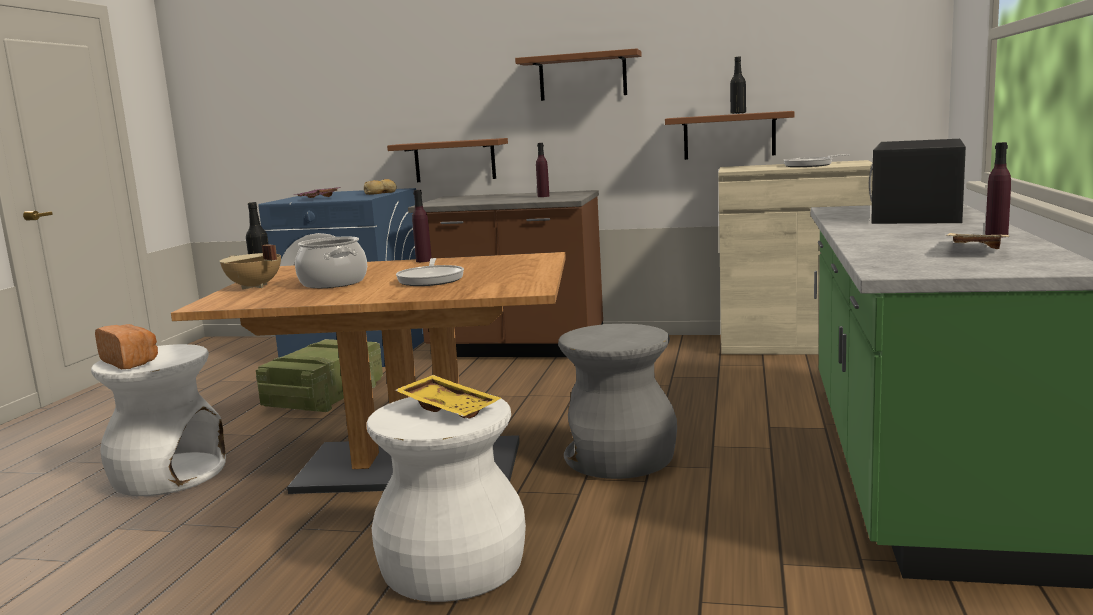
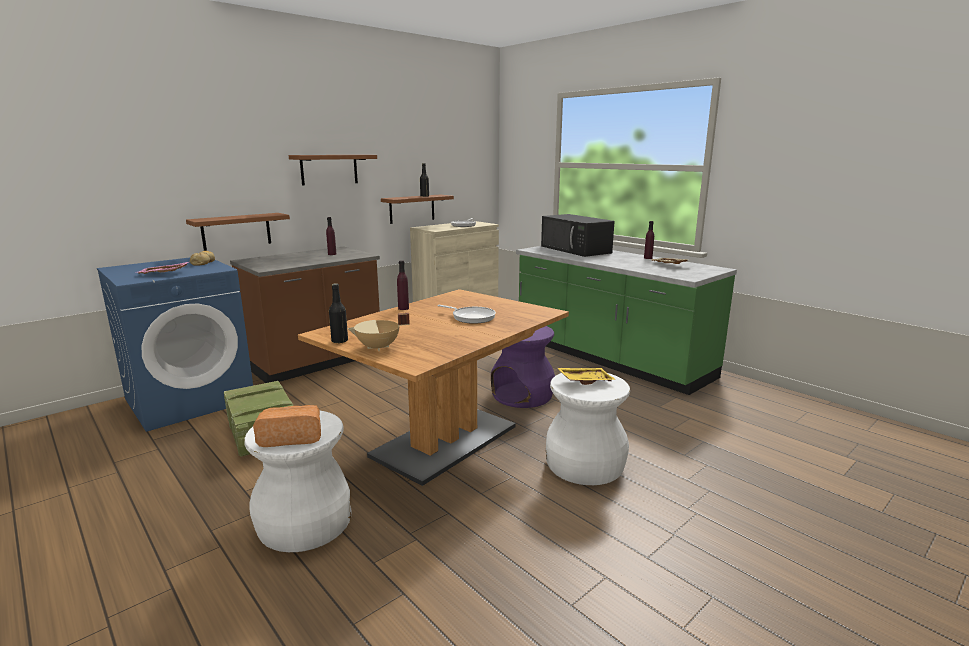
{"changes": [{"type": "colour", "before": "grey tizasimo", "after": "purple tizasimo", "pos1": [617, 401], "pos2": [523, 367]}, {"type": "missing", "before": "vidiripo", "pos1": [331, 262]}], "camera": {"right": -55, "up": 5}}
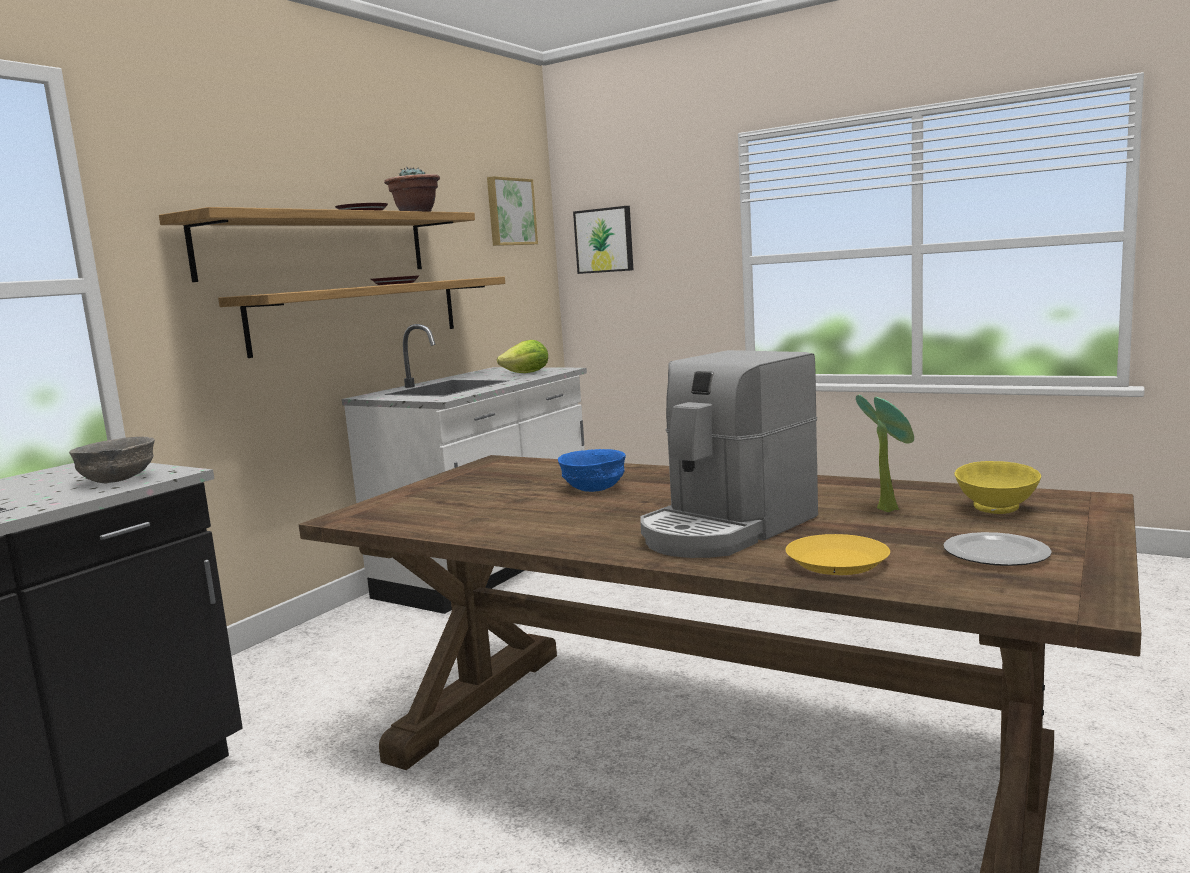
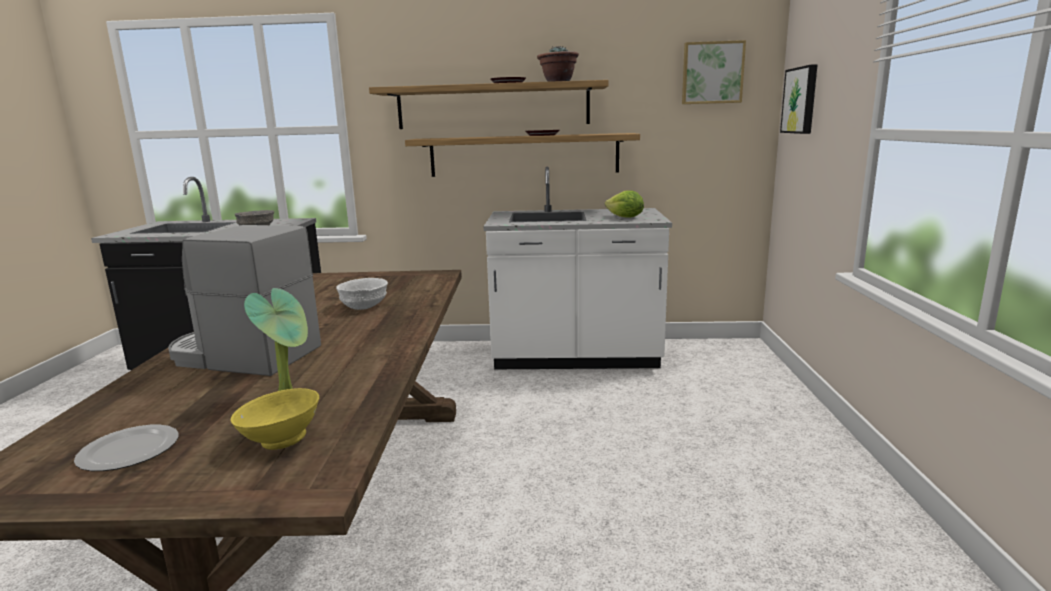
{"changes": [{"type": "colour", "before": "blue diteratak", "after": "white diteratak", "pos1": [592, 470], "pos2": [362, 294]}, {"type": "missing", "before": "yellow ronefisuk", "pos1": [837, 554]}], "camera": {"right": 60, "up": 5}}
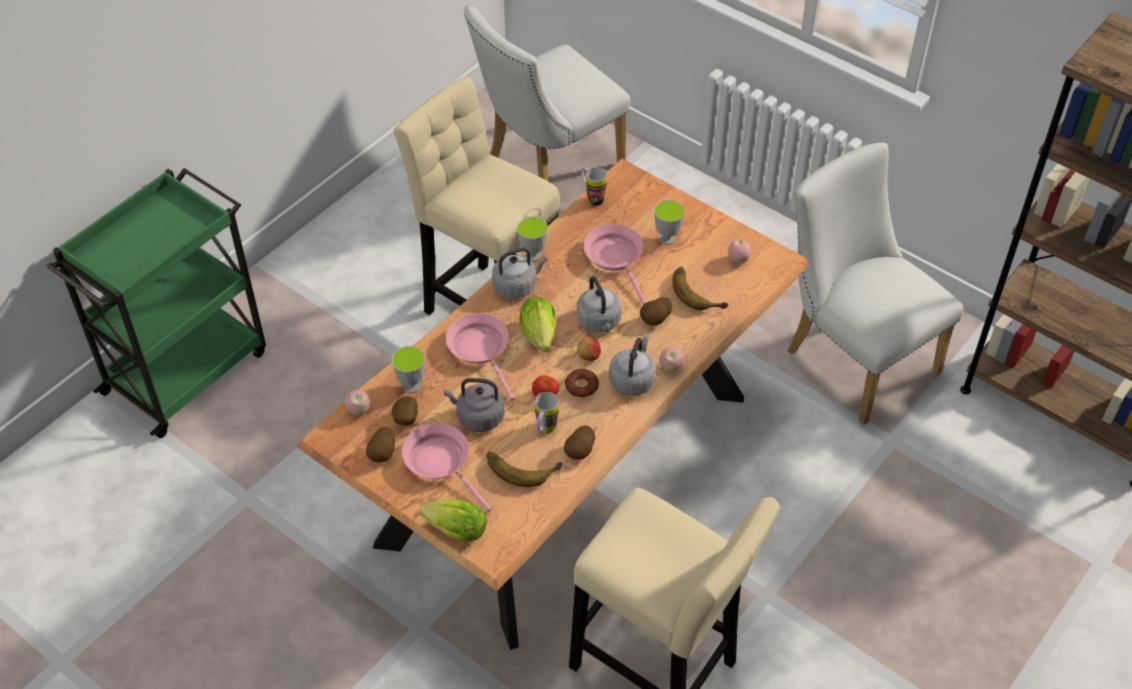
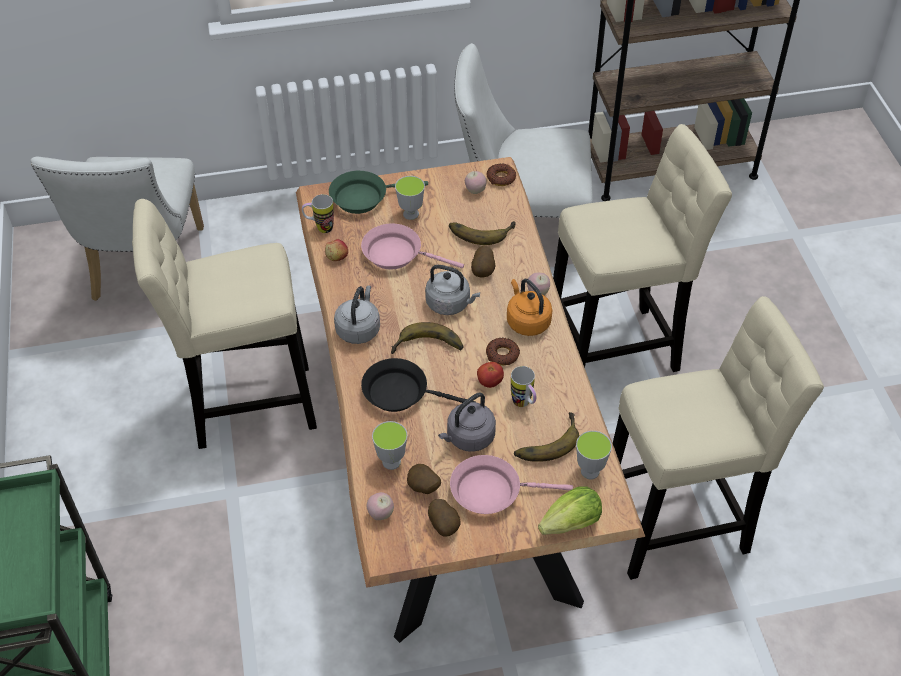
{"changes": [{"type": "relocated", "before": "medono", "pos1": [589, 349], "pos2": [336, 250]}, {"type": "appeared", "after": "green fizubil", "pos2": [378, 192]}, {"type": "colour", "before": "pink fizubil", "after": "black fizubil", "pos1": [480, 357], "pos2": [418, 385]}, {"type": "exchanged", "before": "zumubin", "after": "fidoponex", "pos1": [537, 324], "pos2": [427, 338]}, {"type": "appeared", "after": "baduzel", "pos2": [501, 174]}, {"type": "colour", "before": "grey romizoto", "after": "orange romizoto", "pos1": [632, 366], "pos2": [529, 307]}, {"type": "appeared", "after": "beige tizasimo", "pos2": [642, 248]}, {"type": "relocated", "before": "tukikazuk", "pos1": [532, 239], "pos2": [594, 455]}, {"type": "missing", "before": "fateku", "pos1": [579, 442]}], "camera": {"right": -50, "up": 0}}
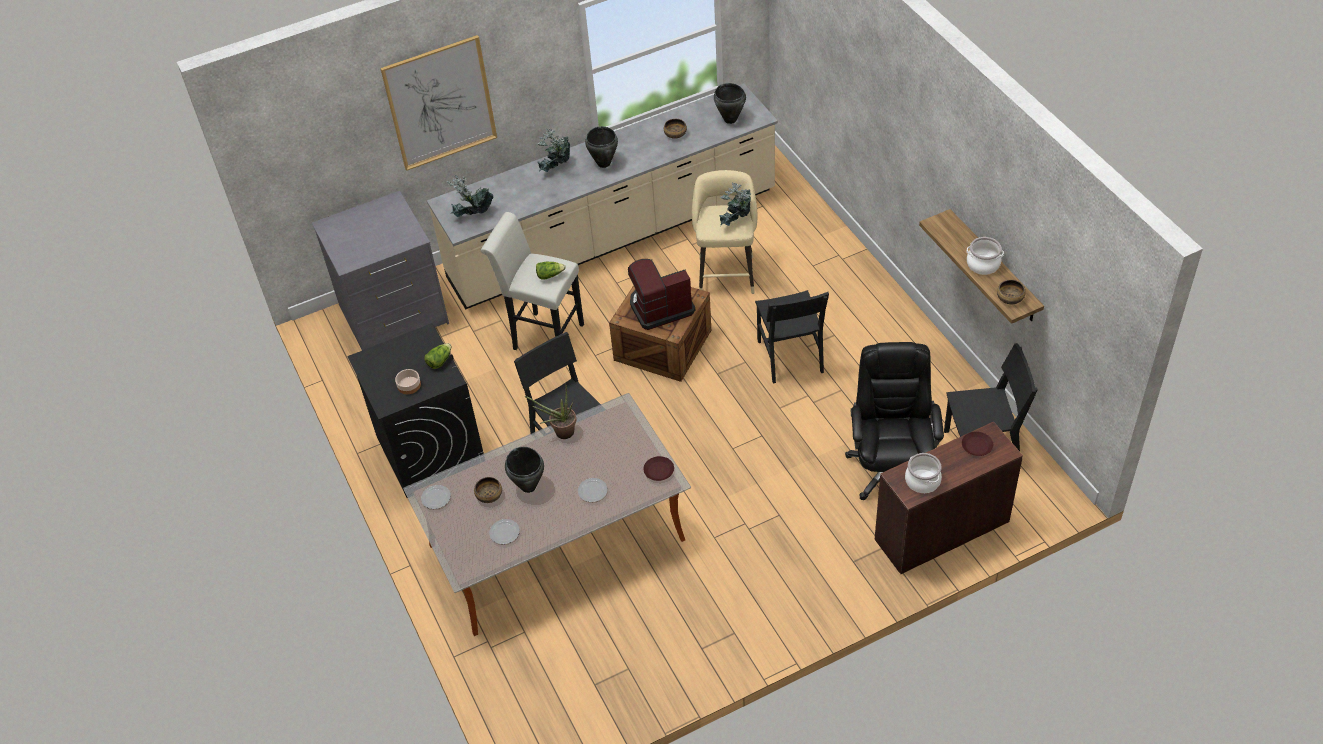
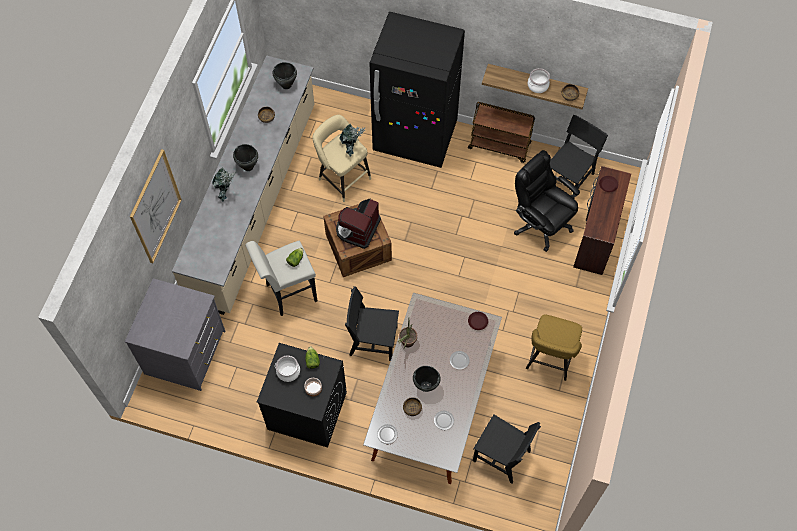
{"changes": [{"type": "relocated", "before": "vidiripo", "pos1": [923, 473], "pos2": [287, 368]}, {"type": "appeared", "after": "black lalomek", "pos2": [417, 90]}, {"type": "appeared", "after": "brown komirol", "pos2": [501, 132]}, {"type": "relocated", "before": "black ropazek", "pos1": [792, 336], "pos2": [507, 449]}, {"type": "appeared", "after": "yellow tizasimo", "pos2": [554, 348]}, {"type": "missing", "before": "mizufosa", "pos1": [470, 196]}], "camera": {"right": -50, "up": 15}}
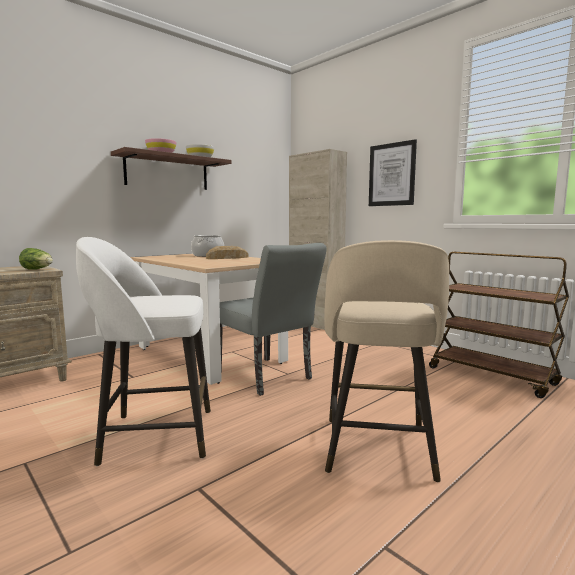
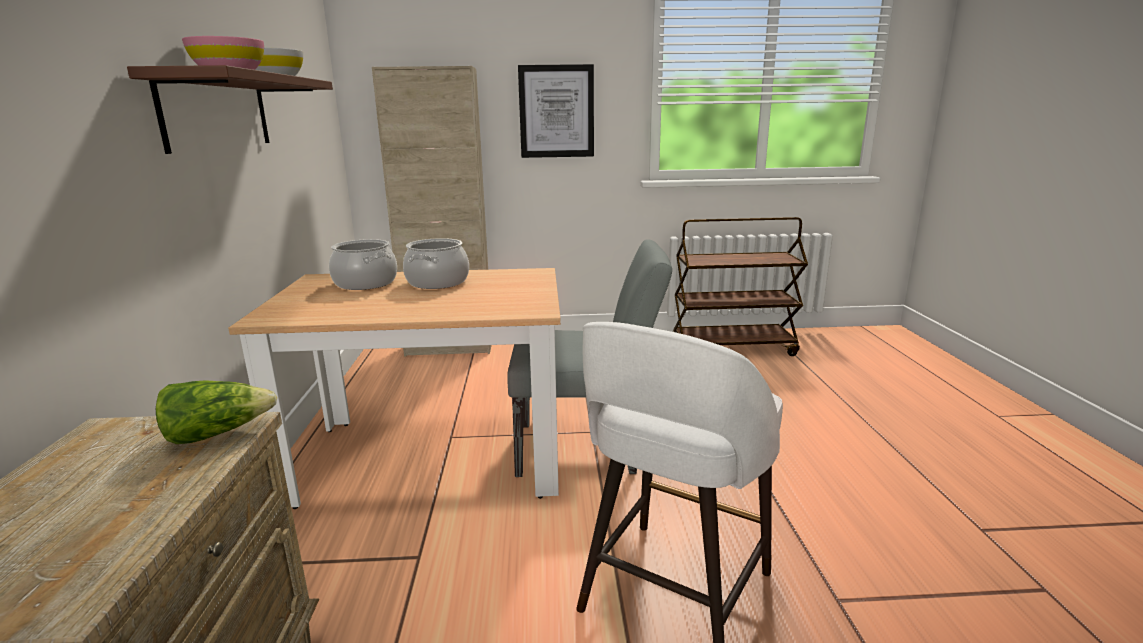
{"changes": [{"type": "exchanged", "before": "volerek", "after": "vidiripo", "pos1": [227, 252], "pos2": [436, 263]}, {"type": "missing", "before": "beige tizasimo", "pos1": [386, 361]}], "camera": {"right": -50, "up": 10}}
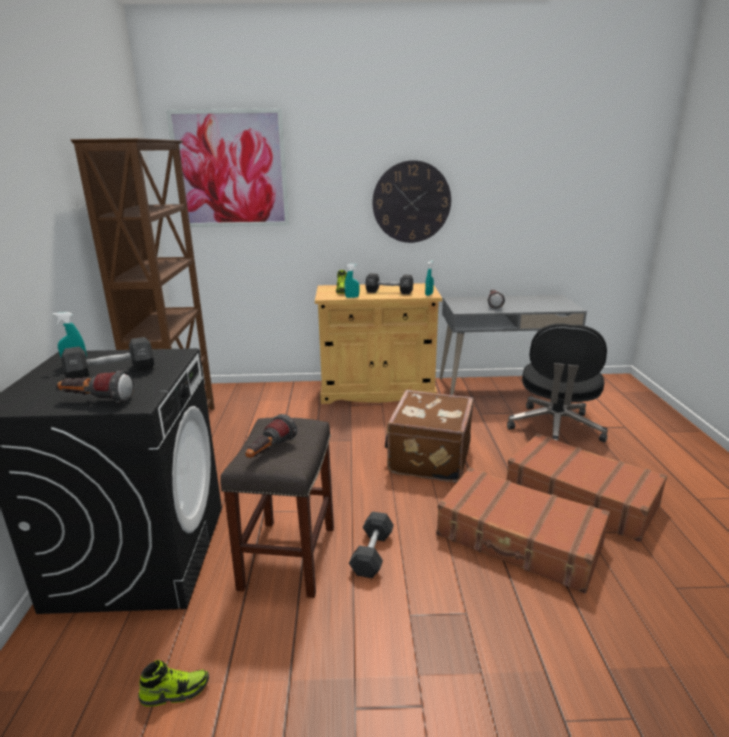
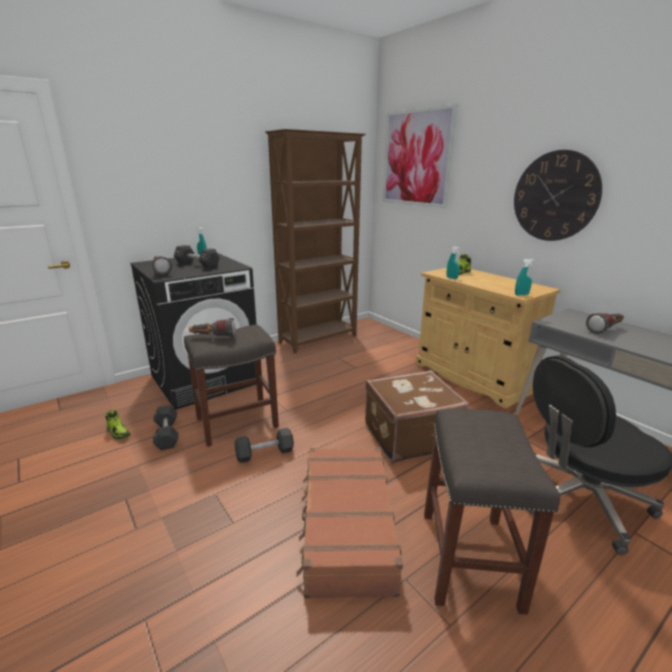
{"changes": [{"type": "relocated", "before": "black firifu", "pos1": [389, 283], "pos2": [166, 427]}, {"type": "exchanged", "before": "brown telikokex", "after": "grey tizasimo", "pos1": [587, 487], "pos2": [492, 512]}], "camera": {"right": 55, "up": 0}}
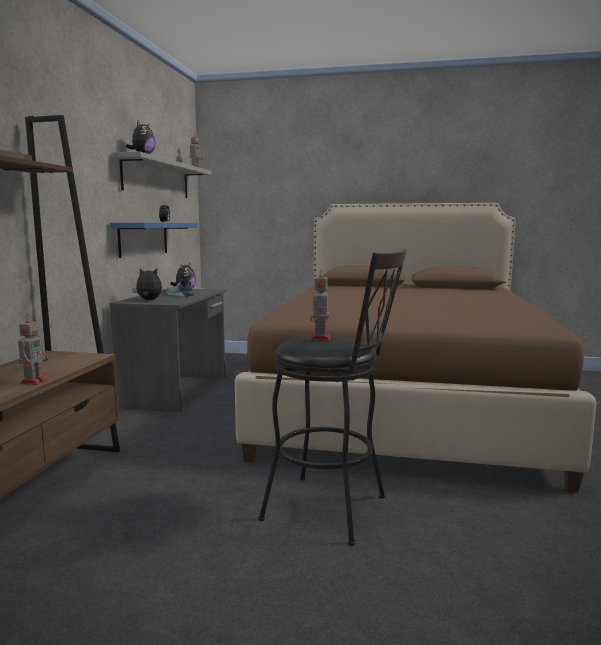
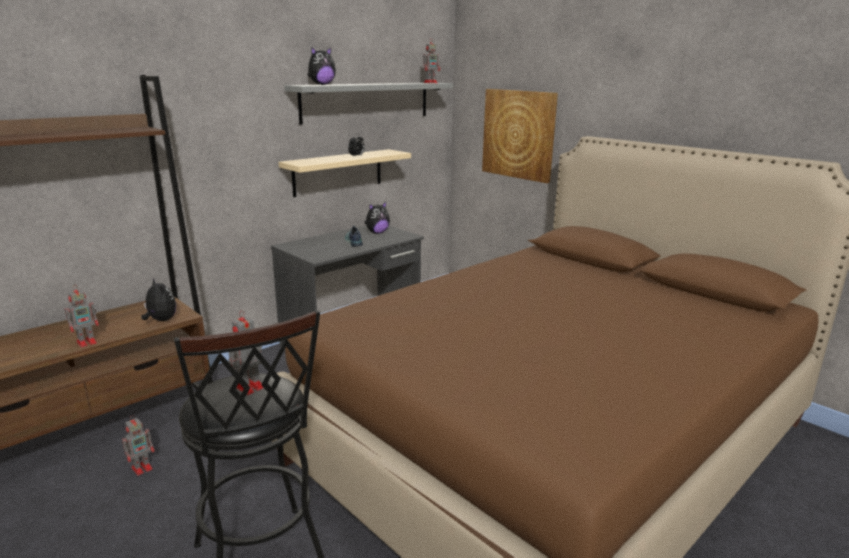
{"changes": [{"type": "appeared", "after": "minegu", "pos2": [138, 445]}, {"type": "relocated", "before": "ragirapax", "pos1": [147, 284], "pos2": [158, 299]}, {"type": "colour", "before": "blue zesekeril", "after": "beige zesekeril", "pos1": [154, 240], "pos2": [344, 173]}, {"type": "appeared", "after": "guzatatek", "pos2": [520, 136]}], "camera": {"right": 35, "up": 10}}
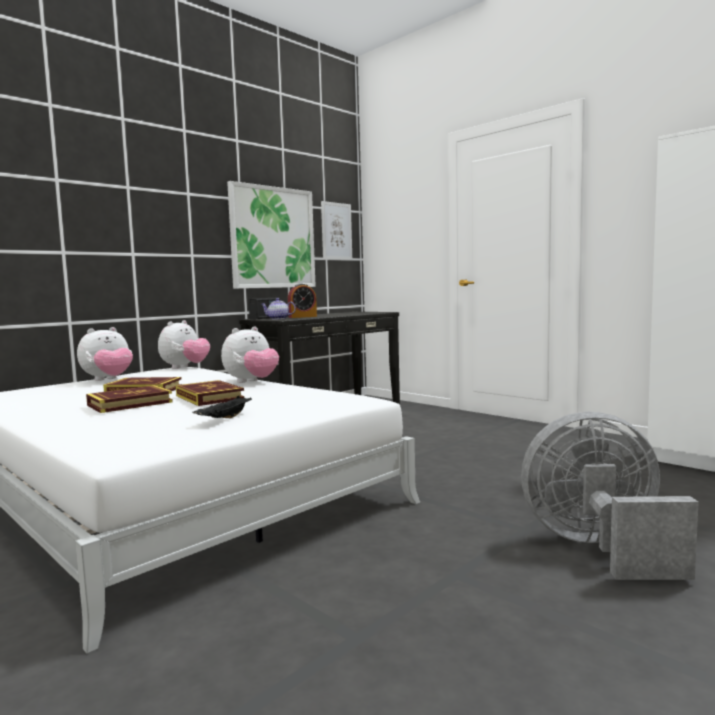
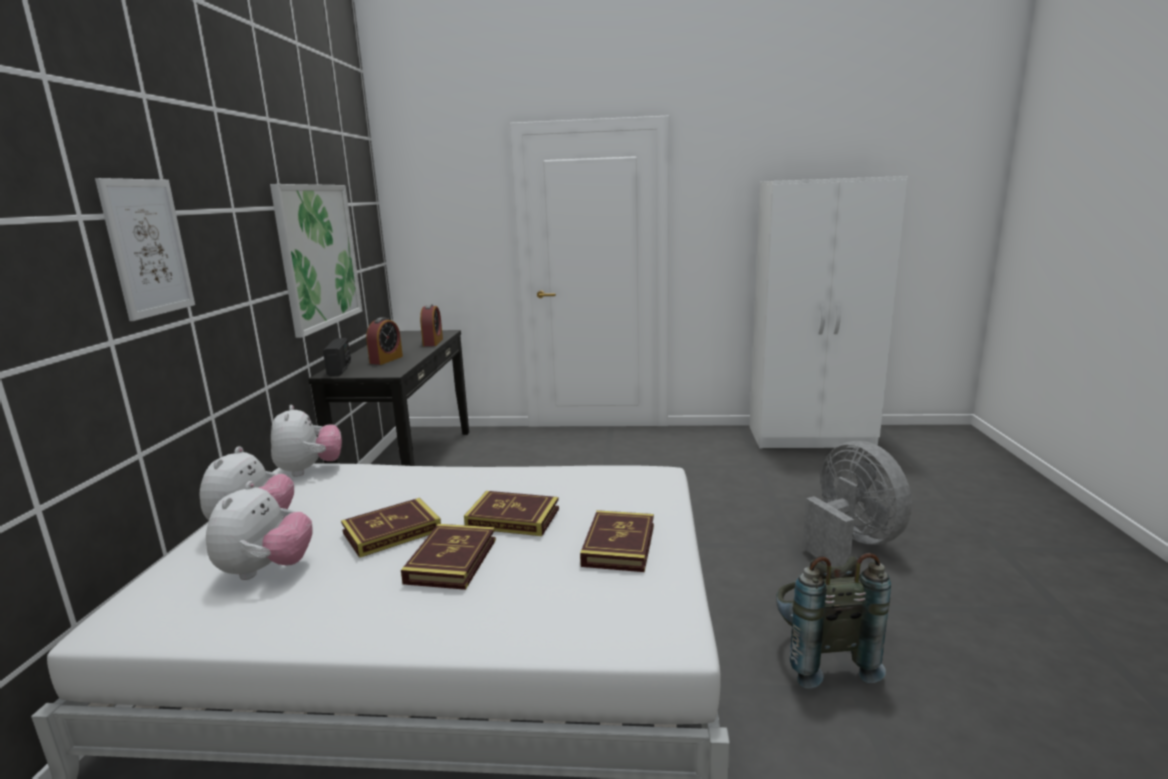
{"changes": [{"type": "relocated", "before": "guzatatek", "pos1": [336, 230], "pos2": [145, 249]}, {"type": "relocated", "before": "ragirapax", "pos1": [250, 354], "pos2": [259, 530]}, {"type": "appeared", "after": "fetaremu", "pos2": [431, 325]}, {"type": "exchanged", "before": "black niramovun", "after": "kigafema", "pos1": [222, 407], "pos2": [617, 541]}, {"type": "appeared", "after": "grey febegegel", "pos2": [833, 621]}, {"type": "spun", "before": "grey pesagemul", "pos1": [610, 496], "pos2": [857, 504], "turn": 105}, {"type": "missing", "before": "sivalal", "pos1": [278, 308]}], "camera": {"right": -40, "up": 10}}
